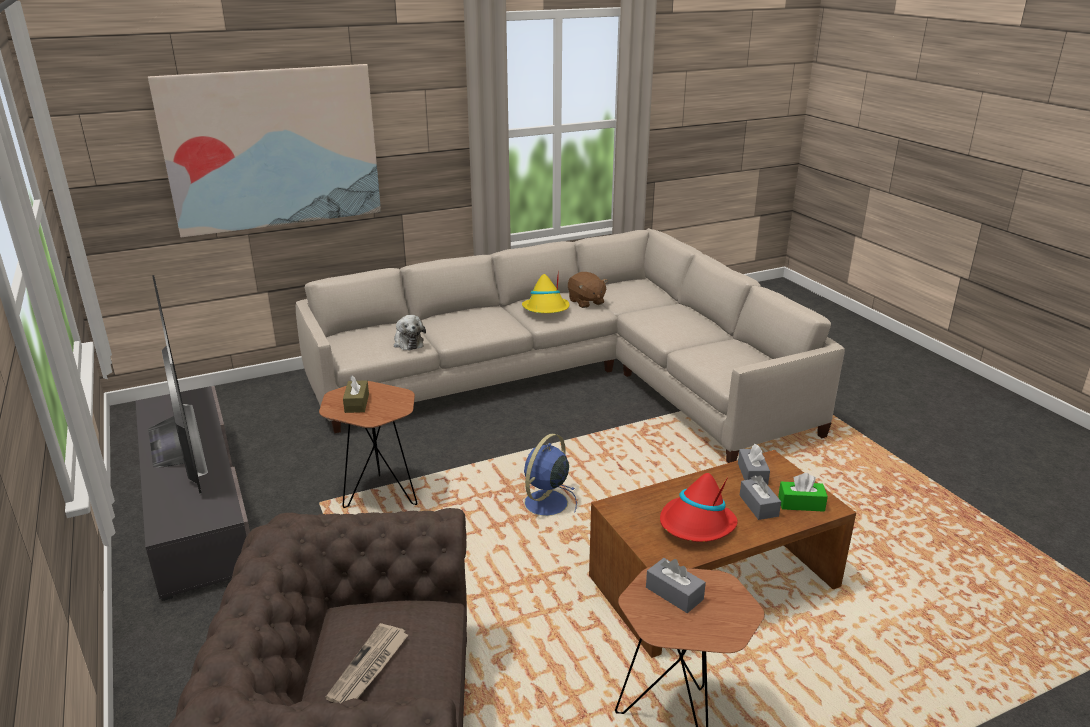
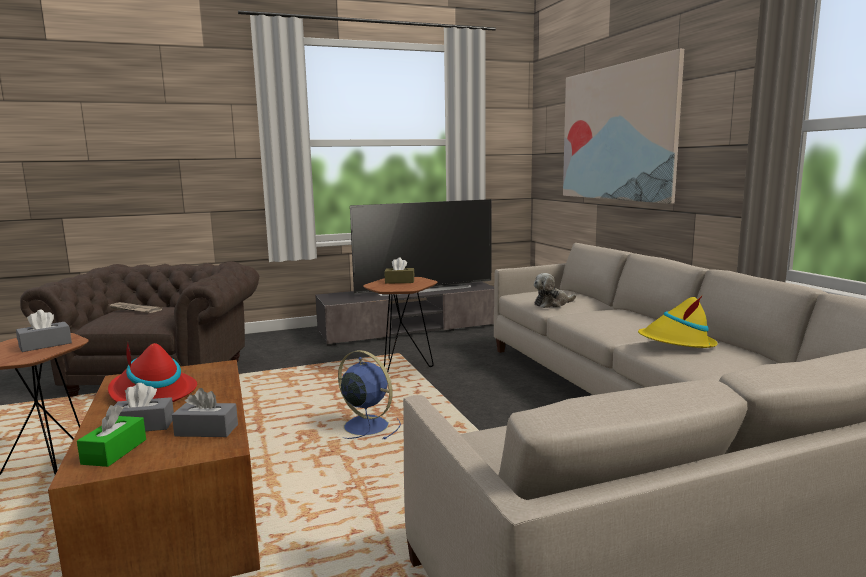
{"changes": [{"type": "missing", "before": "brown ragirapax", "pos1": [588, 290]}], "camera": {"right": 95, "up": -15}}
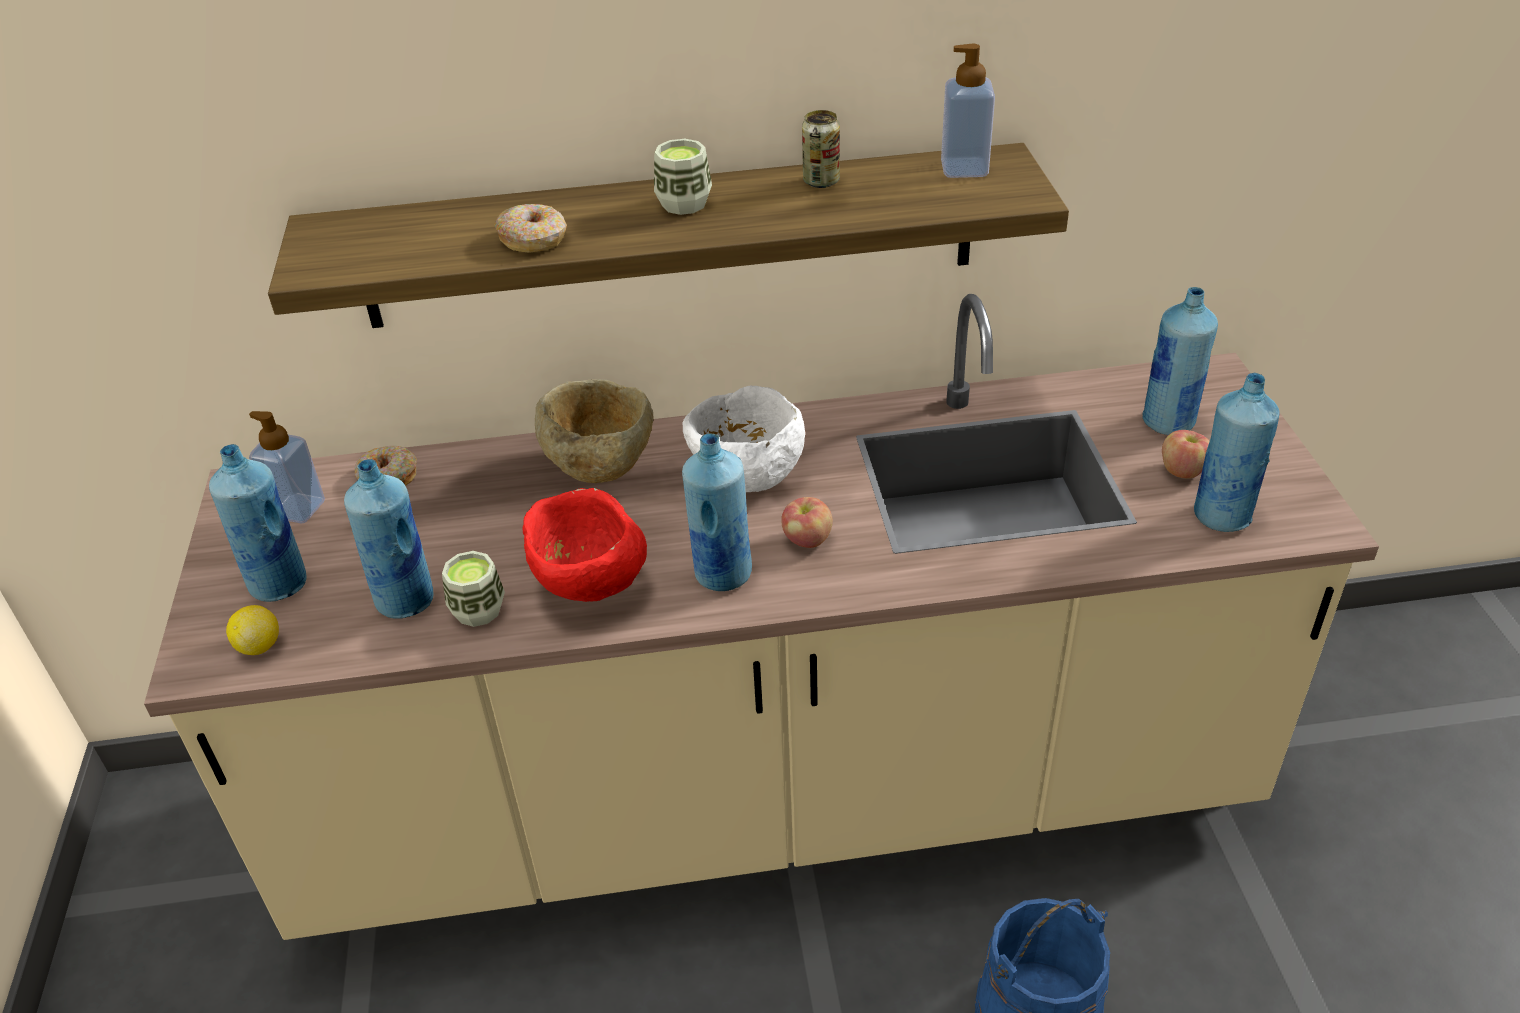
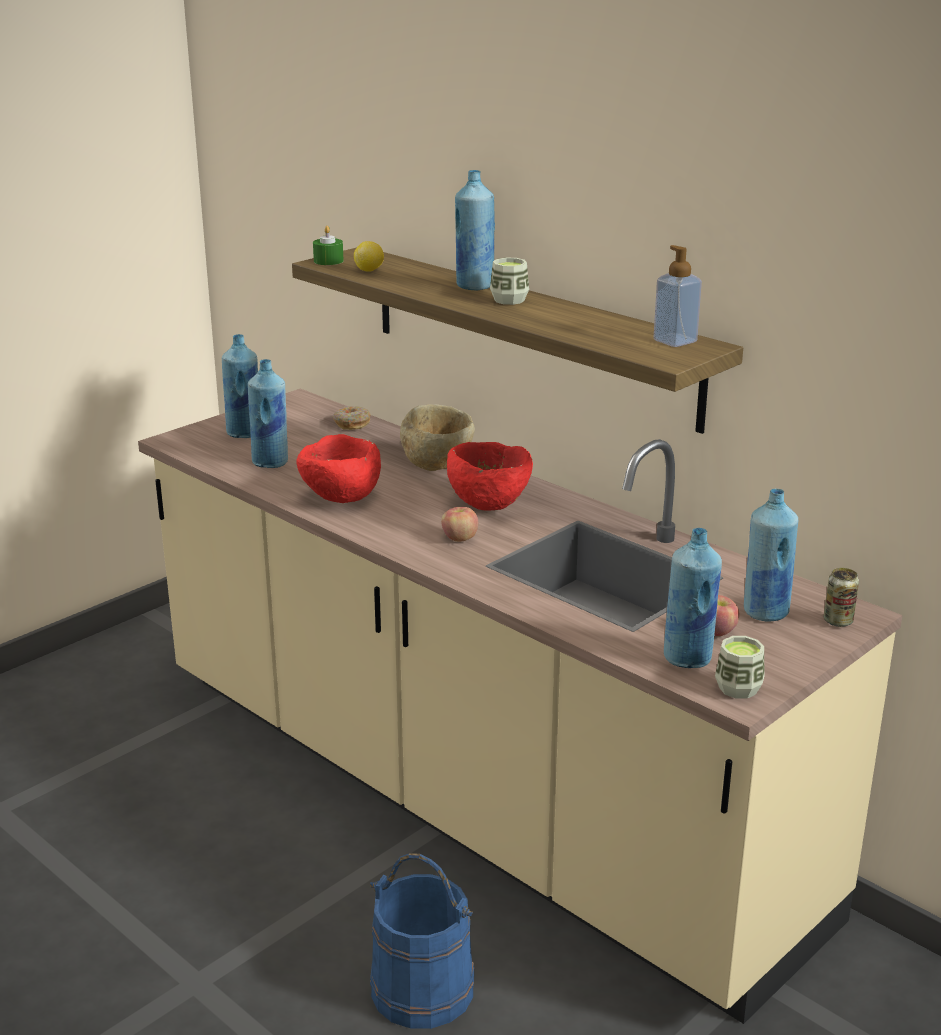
{"changes": [{"type": "appeared", "after": "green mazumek", "pos2": [328, 245]}, {"type": "relocated", "before": "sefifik", "pos1": [252, 630], "pos2": [369, 256]}, {"type": "colour", "before": "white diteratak", "after": "red diteratak", "pos1": [744, 438], "pos2": [490, 476]}, {"type": "relocated", "before": "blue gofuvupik", "pos1": [717, 512], "pos2": [475, 230]}, {"type": "relocated", "before": "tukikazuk", "pos1": [473, 589], "pos2": [739, 667]}, {"type": "relocated", "before": "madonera", "pos1": [821, 149], "pos2": [841, 597]}, {"type": "missing", "before": "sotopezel", "pos1": [287, 467]}, {"type": "missing", "before": "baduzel", "pos1": [530, 228]}], "camera": {"right": 50, "up": -15}}
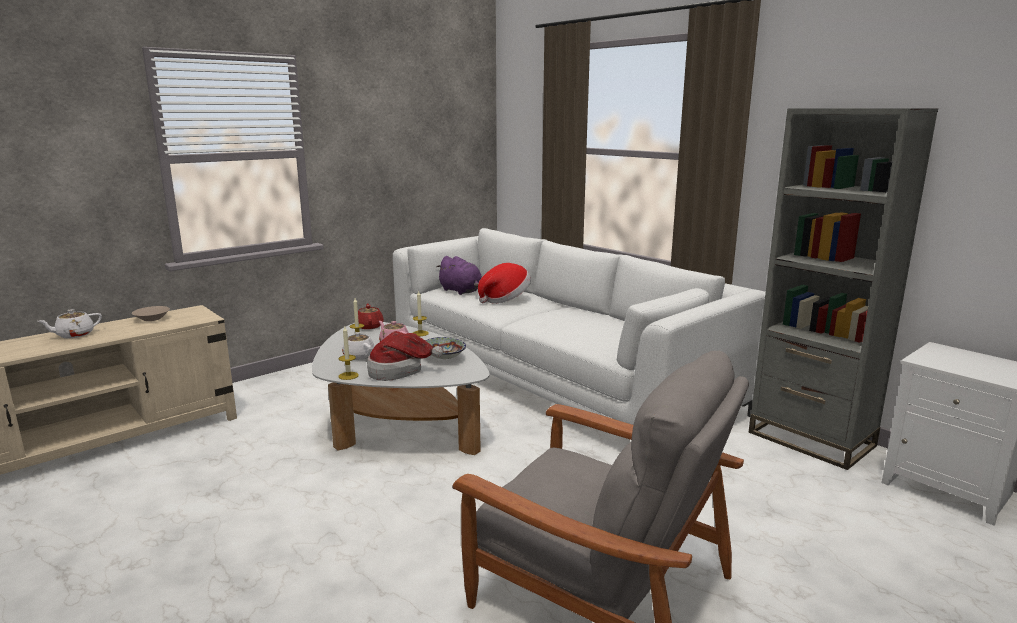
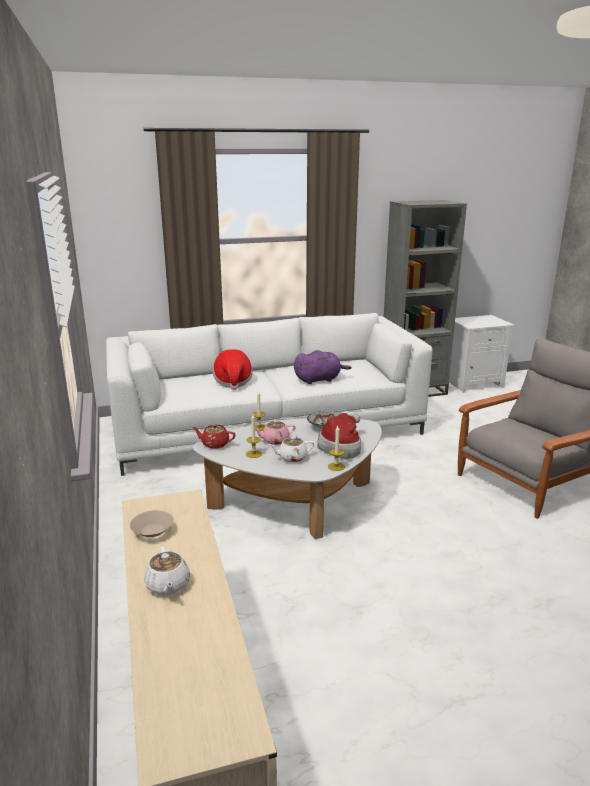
{"changes": [{"type": "relocated", "before": "purple ragirapax", "pos1": [459, 275], "pos2": [323, 367]}], "camera": {"right": -65, "up": 5}}
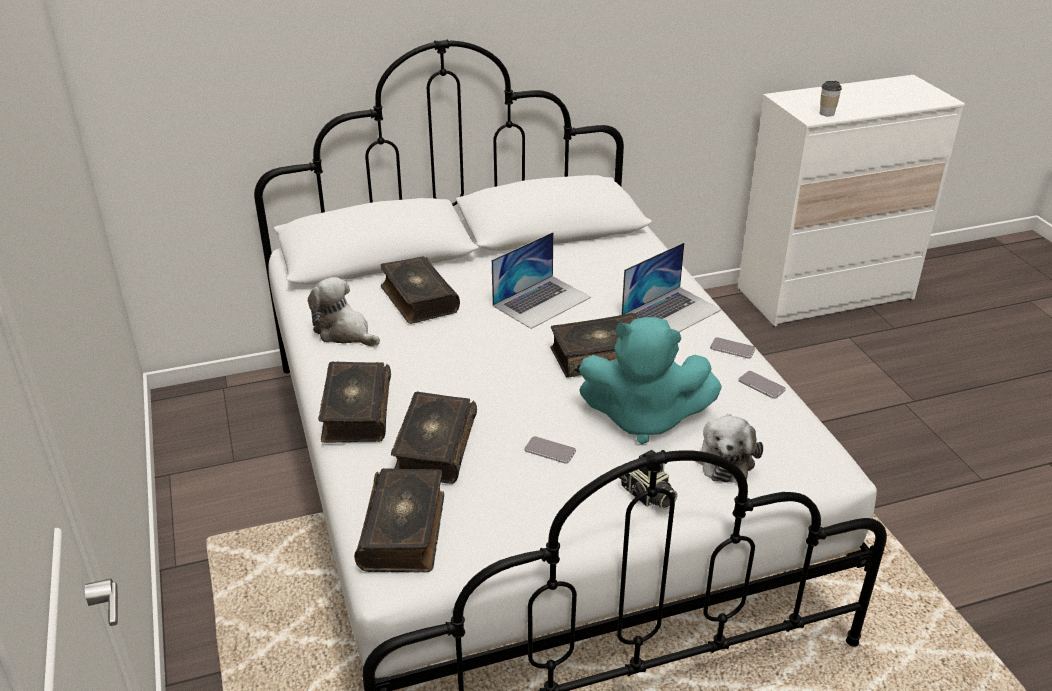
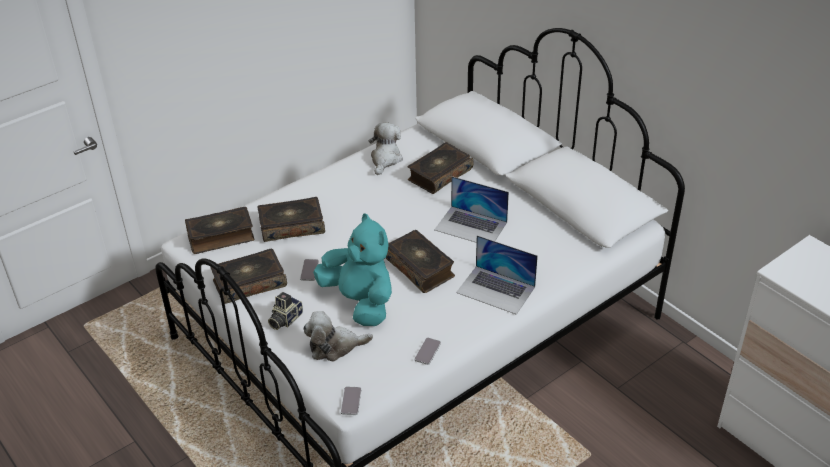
{"changes": [{"type": "relocated", "before": "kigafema", "pos1": [354, 402], "pos2": [248, 276]}, {"type": "spun", "before": "turquoise ragirapax", "pos1": [650, 380], "pos2": [352, 269], "turn": 150}, {"type": "relocated", "before": "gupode", "pos1": [733, 348], "pos2": [351, 401]}, {"type": "missing", "before": "tukikazuk", "pos1": [831, 98]}], "camera": {"right": 70, "up": 5}}
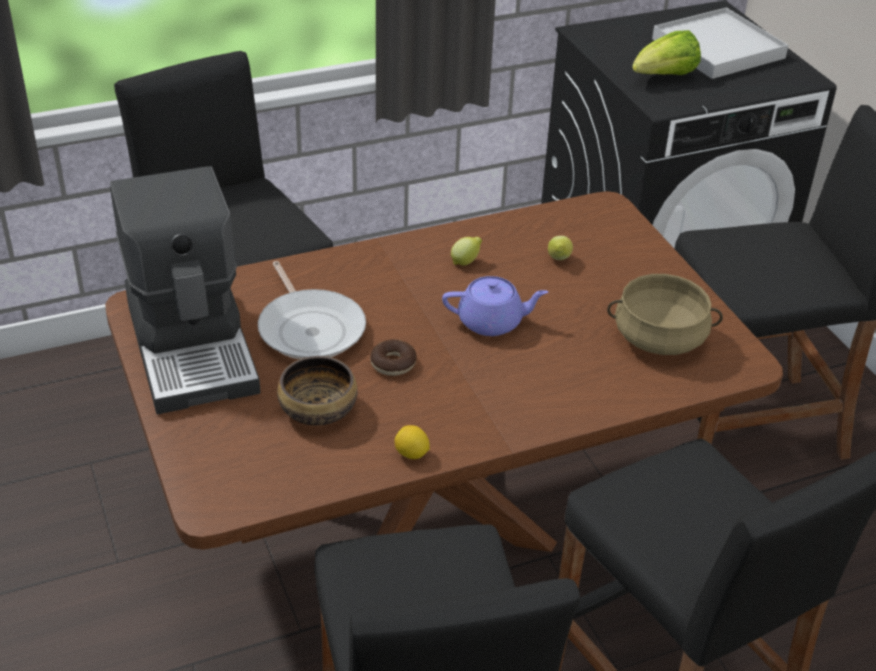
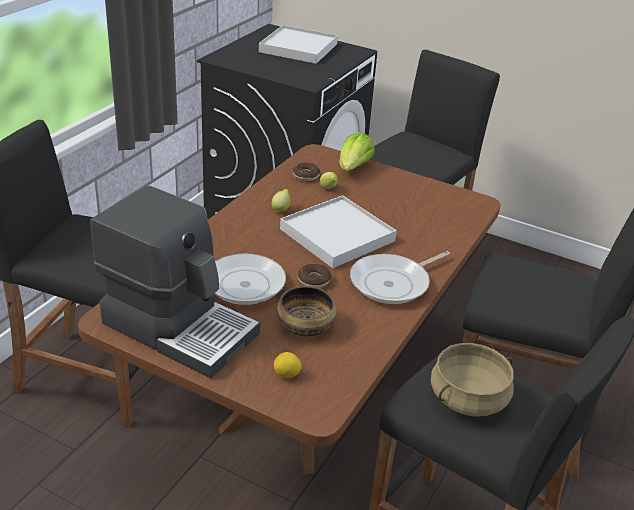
{"changes": [{"type": "relocated", "before": "sefifik", "pos1": [412, 442], "pos2": [288, 365]}, {"type": "exchanged", "before": "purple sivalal", "after": "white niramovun", "pos1": [495, 306], "pos2": [338, 231]}, {"type": "appeared", "after": "baduzel", "pos2": [306, 171]}, {"type": "relocated", "before": "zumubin", "pos1": [666, 52], "pos2": [357, 151]}, {"type": "appeared", "after": "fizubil", "pos2": [400, 277]}, {"type": "relocated", "before": "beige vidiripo", "pos1": [665, 314], "pos2": [472, 380]}], "camera": {"right": -40, "up": -5}}
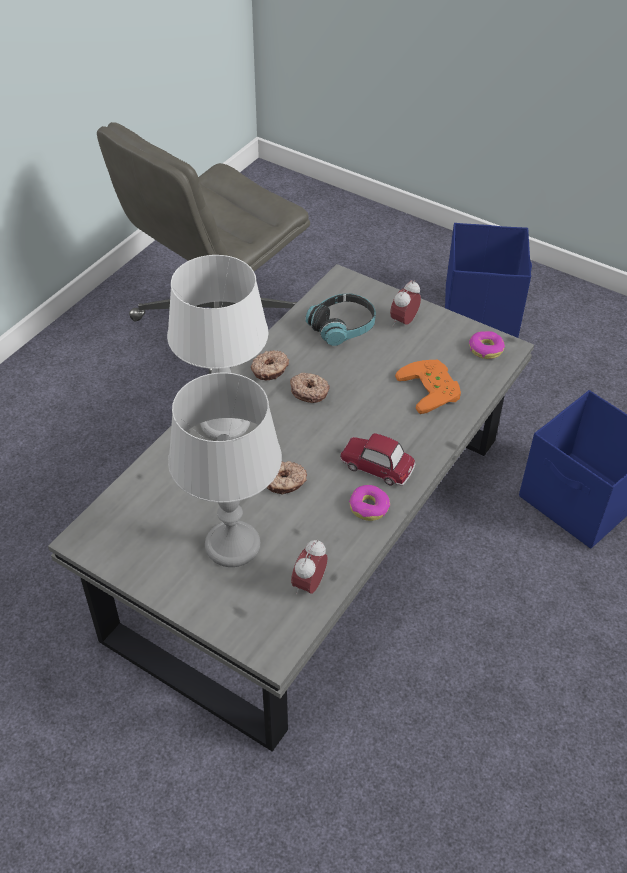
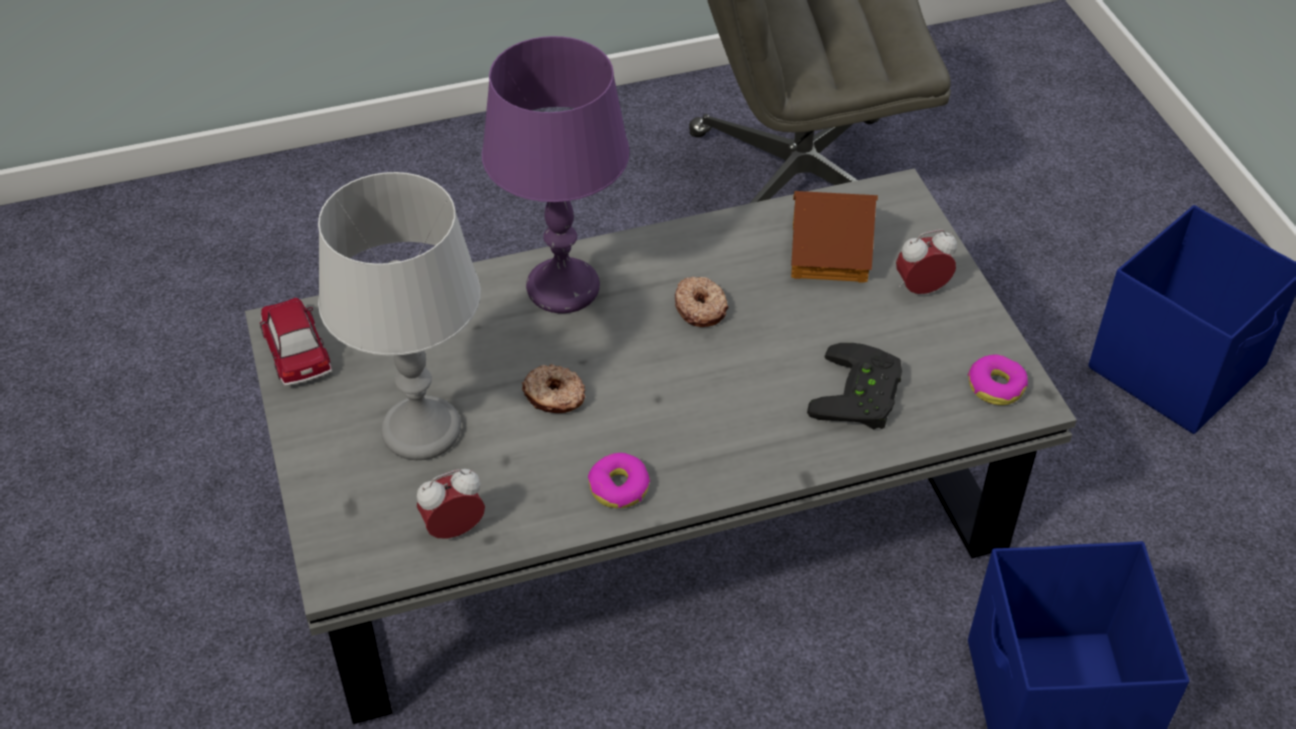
{"changes": [{"type": "relocated", "before": "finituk", "pos1": [377, 459], "pos2": [296, 342]}, {"type": "colour", "before": "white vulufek", "after": "purple vulufek", "pos1": [218, 347], "pos2": [556, 174]}, {"type": "exchanged", "before": "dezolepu", "after": "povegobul", "pos1": [340, 320], "pos2": [834, 237]}, {"type": "colour", "before": "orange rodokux", "after": "black rodokux", "pos1": [428, 386], "pos2": [854, 386]}, {"type": "missing", "before": "baduzel", "pos1": [270, 365]}], "camera": {"right": 40, "up": 0}}
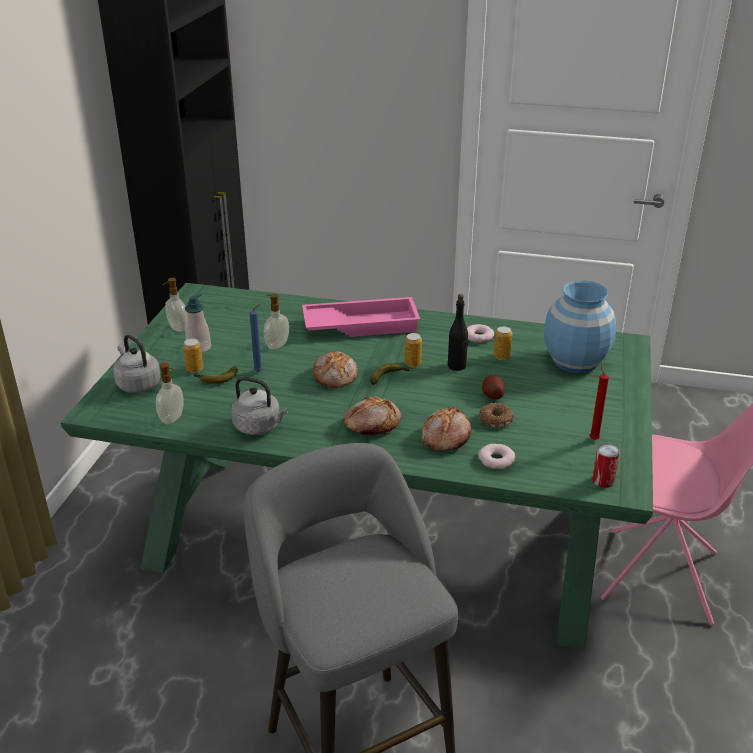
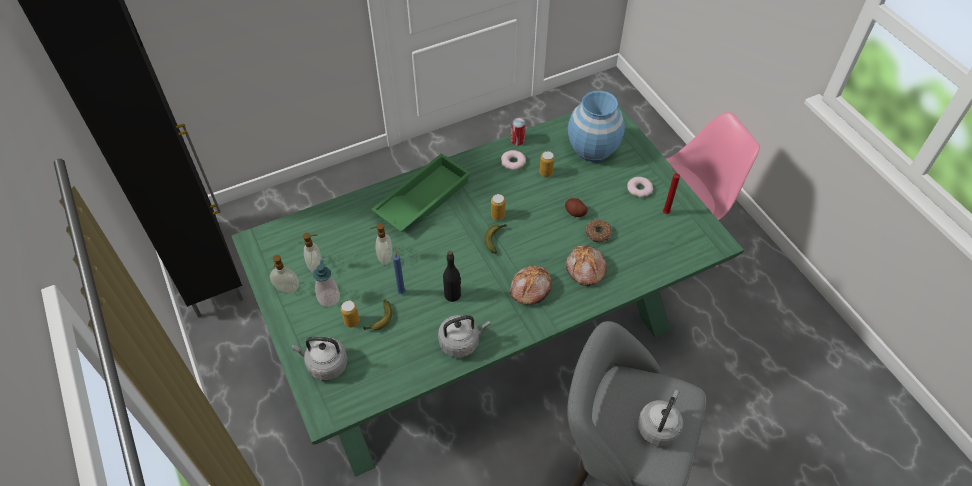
{"changes": [{"type": "relocated", "before": "sotopezel", "pos1": [170, 393], "pos2": [312, 253]}, {"type": "colour", "before": "pink niramovun", "after": "green niramovun", "pos1": [361, 317], "pos2": [421, 192]}, {"type": "relocated", "before": "black gofuvupik", "pos1": [458, 332], "pos2": [452, 276]}, {"type": "relocated", "before": "madonera", "pos1": [606, 466], "pos2": [518, 132]}, {"type": "relocated", "before": "baduzel", "pos1": [496, 456], "pos2": [640, 187]}, {"type": "appeared", "after": "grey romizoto", "pos2": [660, 418]}, {"type": "missing", "before": "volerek", "pos1": [335, 369]}], "camera": {"right": -40, "up": 20}}
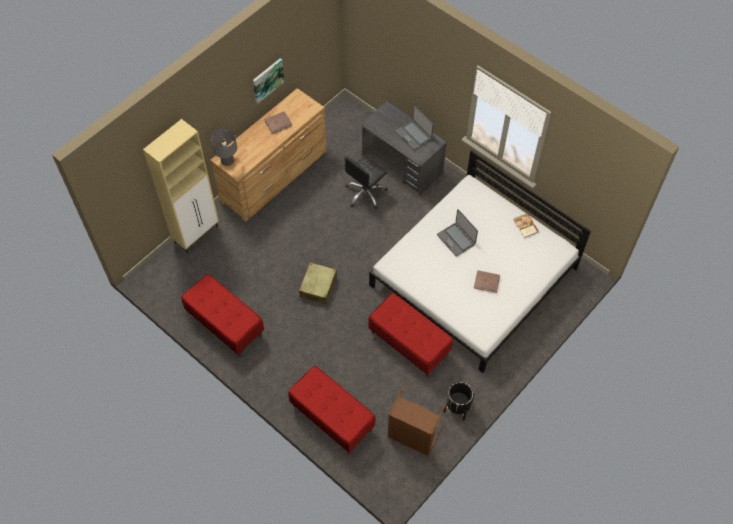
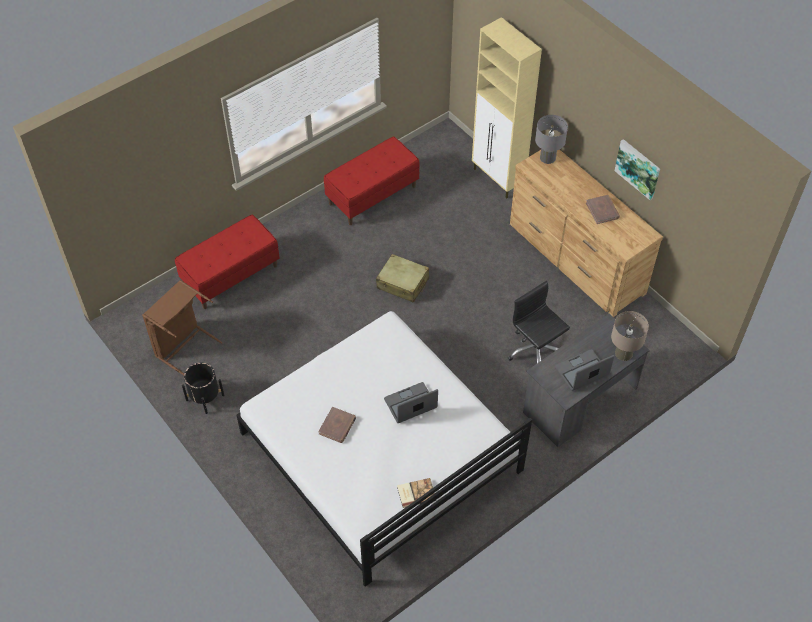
{"changes": [{"type": "appeared", "after": "beige vulufek", "pos2": [630, 336]}, {"type": "missing", "before": "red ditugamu", "pos1": [410, 335]}], "camera": {"right": 100, "up": -5}}
